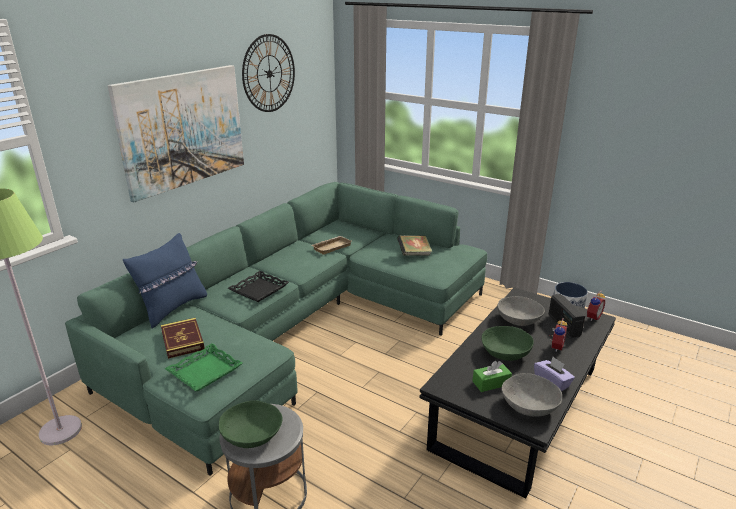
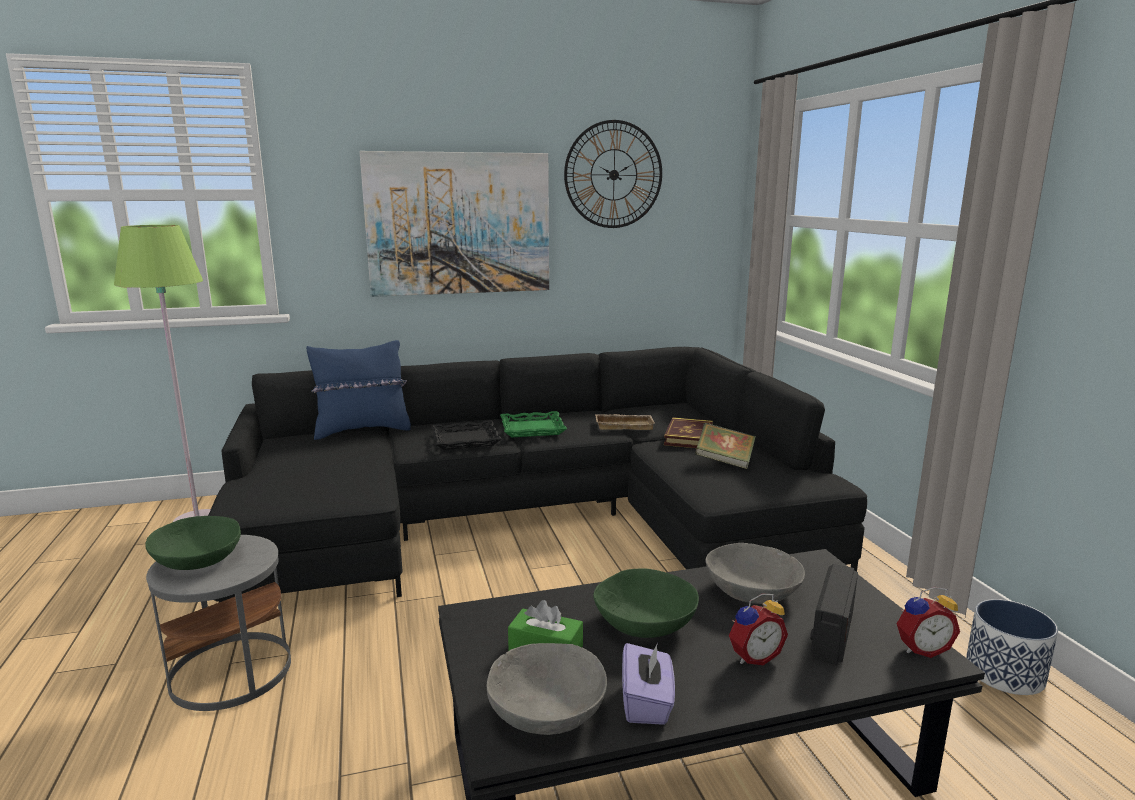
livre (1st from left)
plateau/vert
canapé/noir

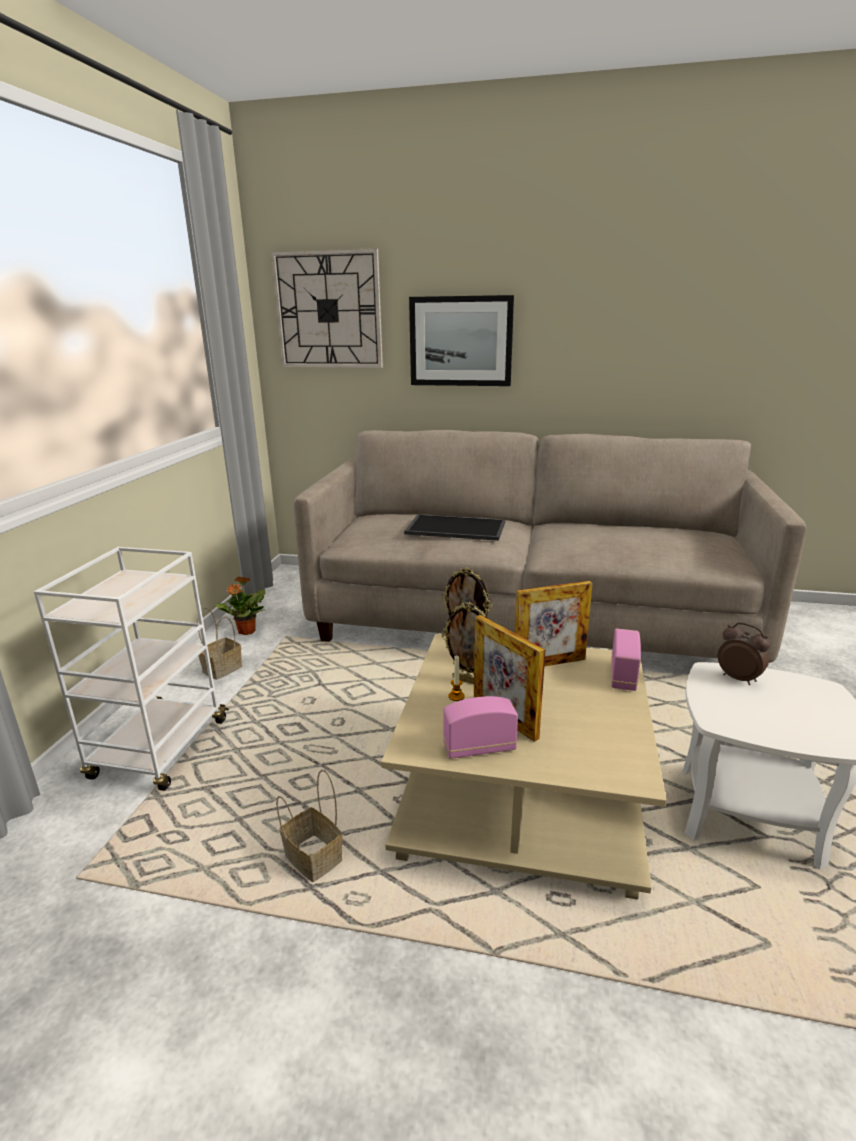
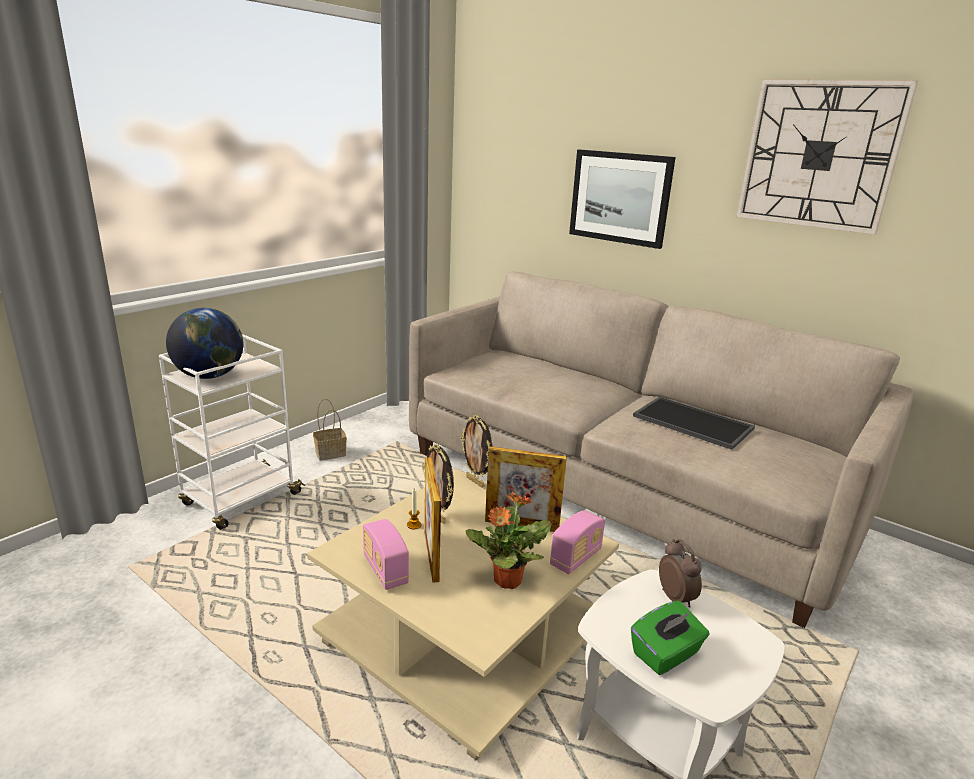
panier (2nd from left in the first image)
globe
boîte à mouchoirs/vert
plante en pot
horloge murale
plateau
radio (1st from left)

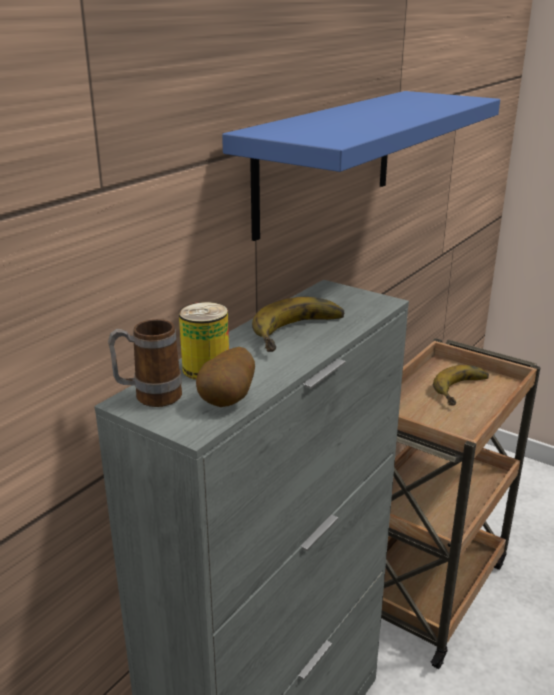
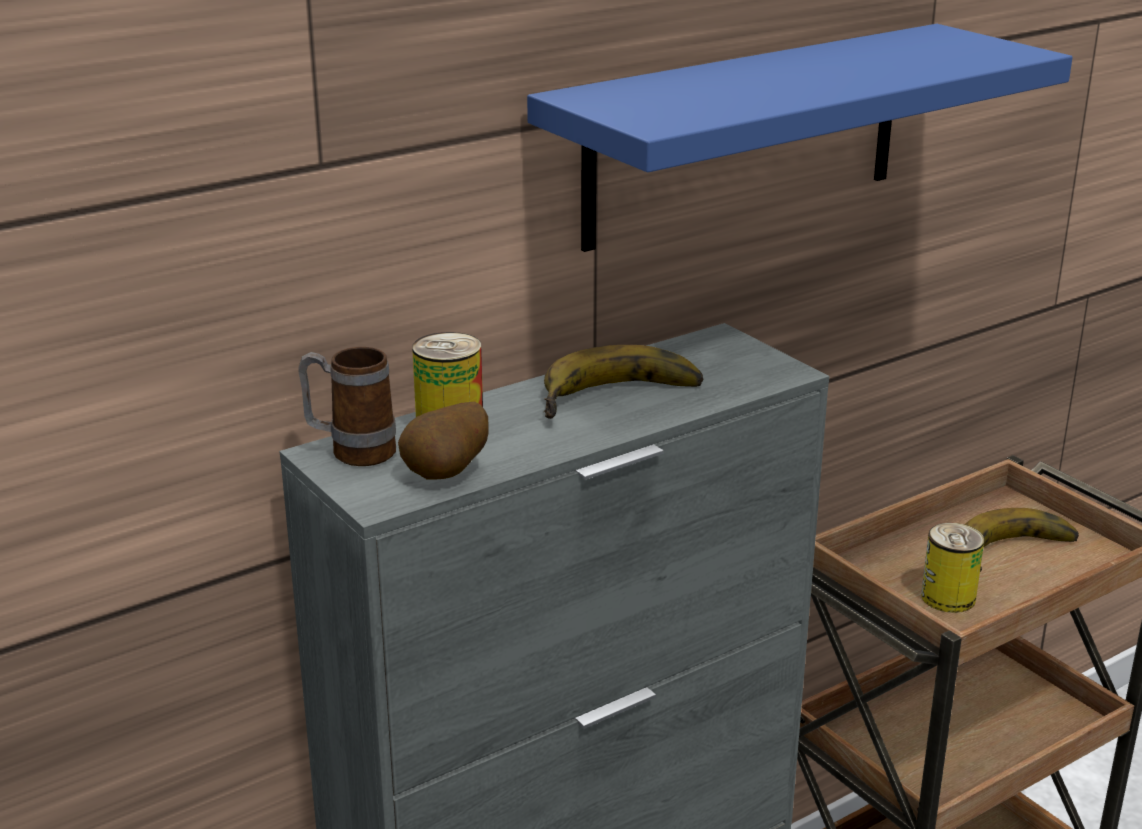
boîte métallique (2nd from left)

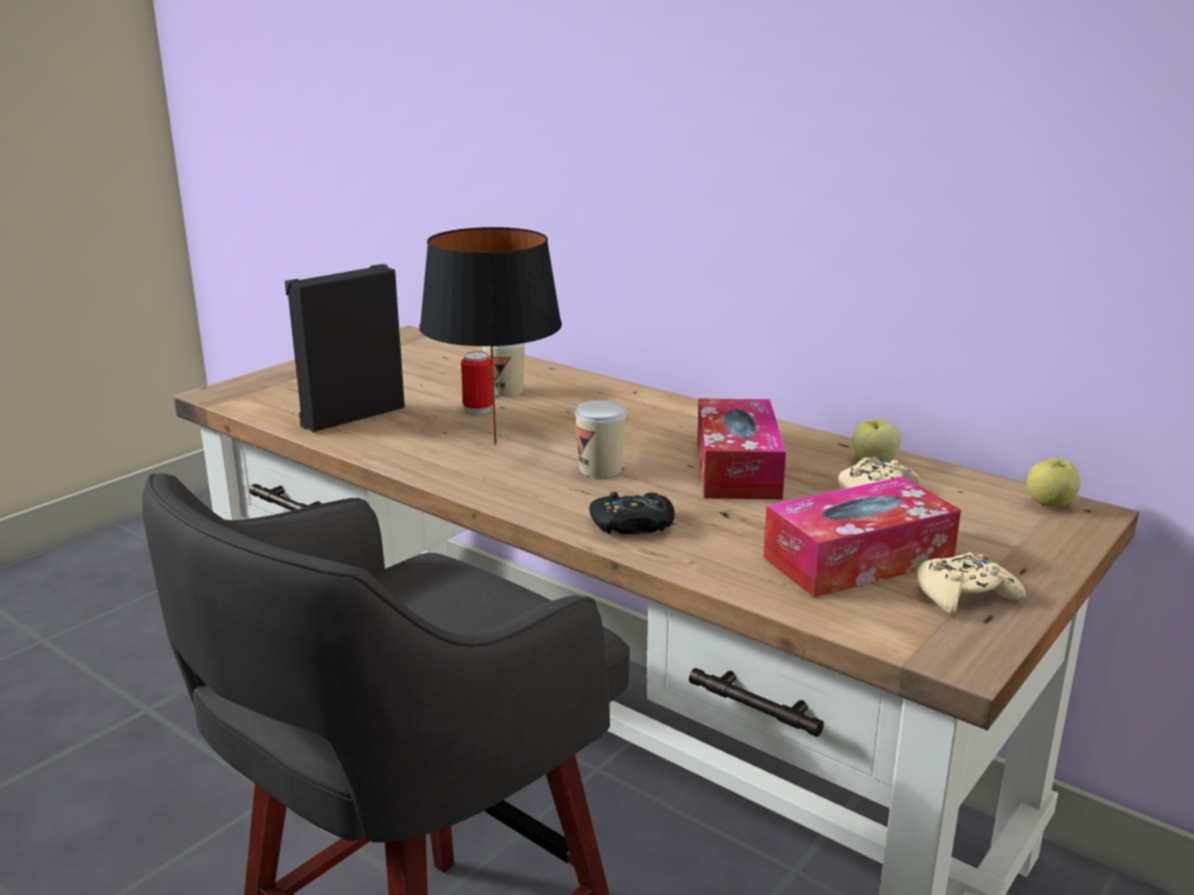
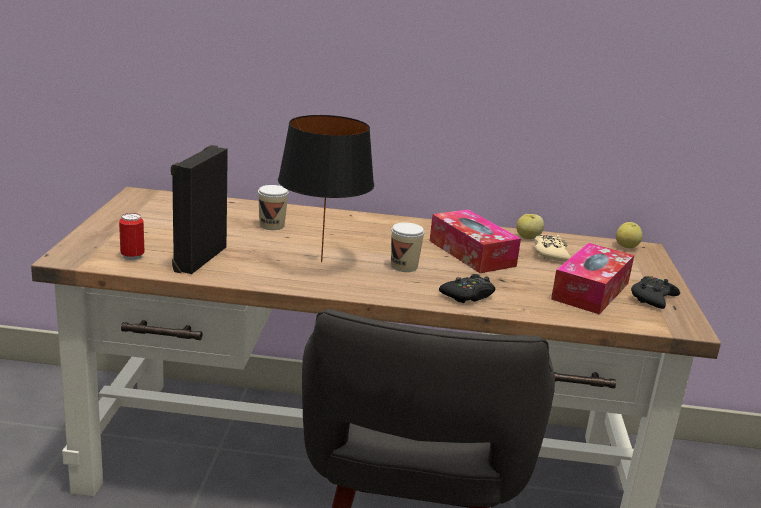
boîte métallique
manette/noir (2nd from left)

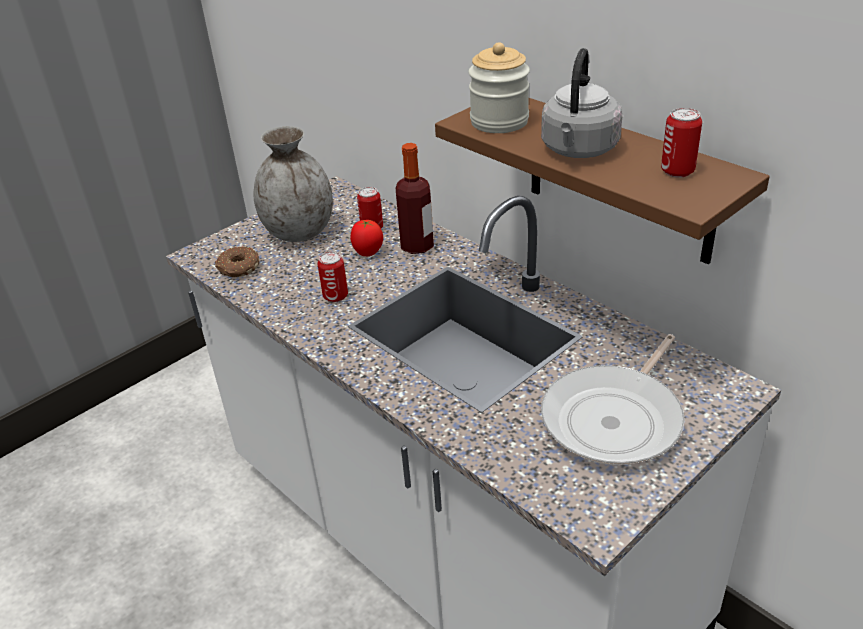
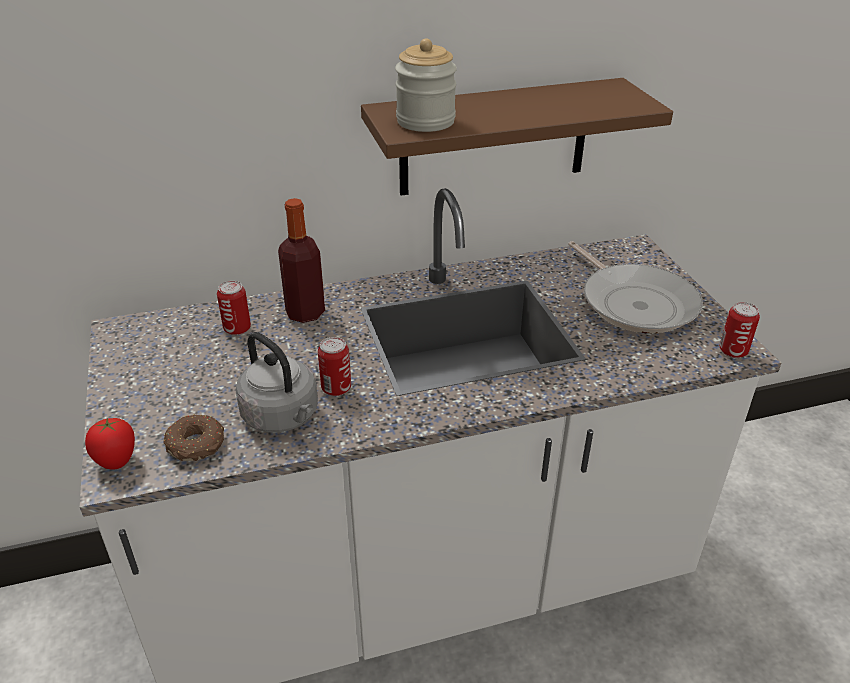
vase/gris
tomate
bouilloire/gris
boîte métallique (3rd from left)

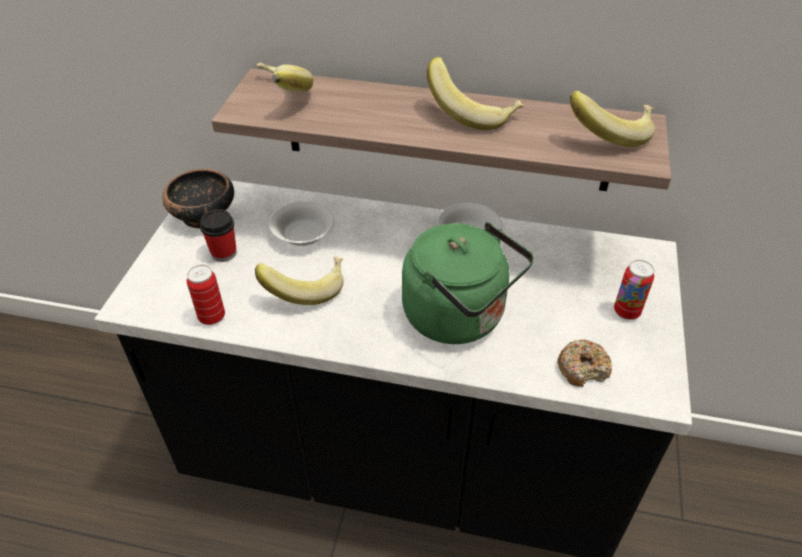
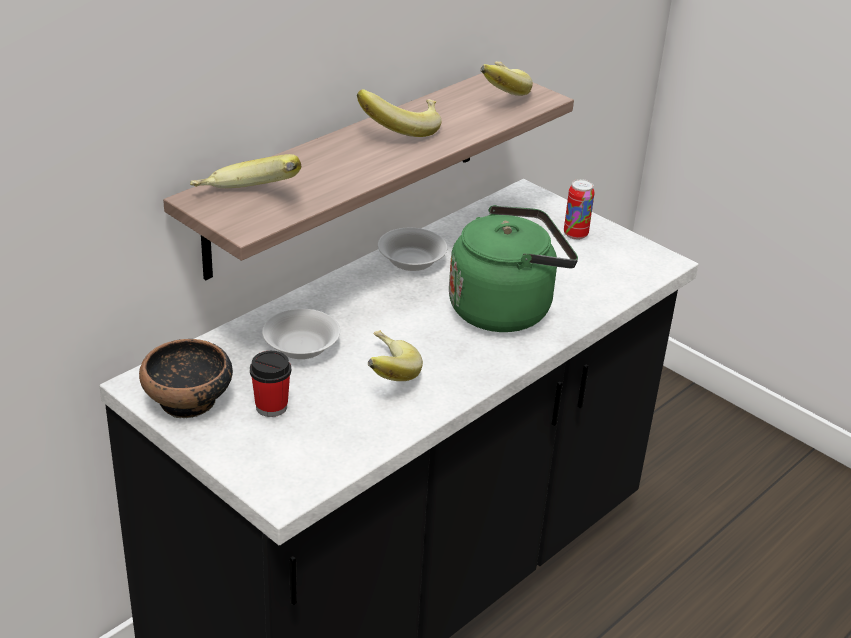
boîte métallique (1st from left in the first image)
beignet

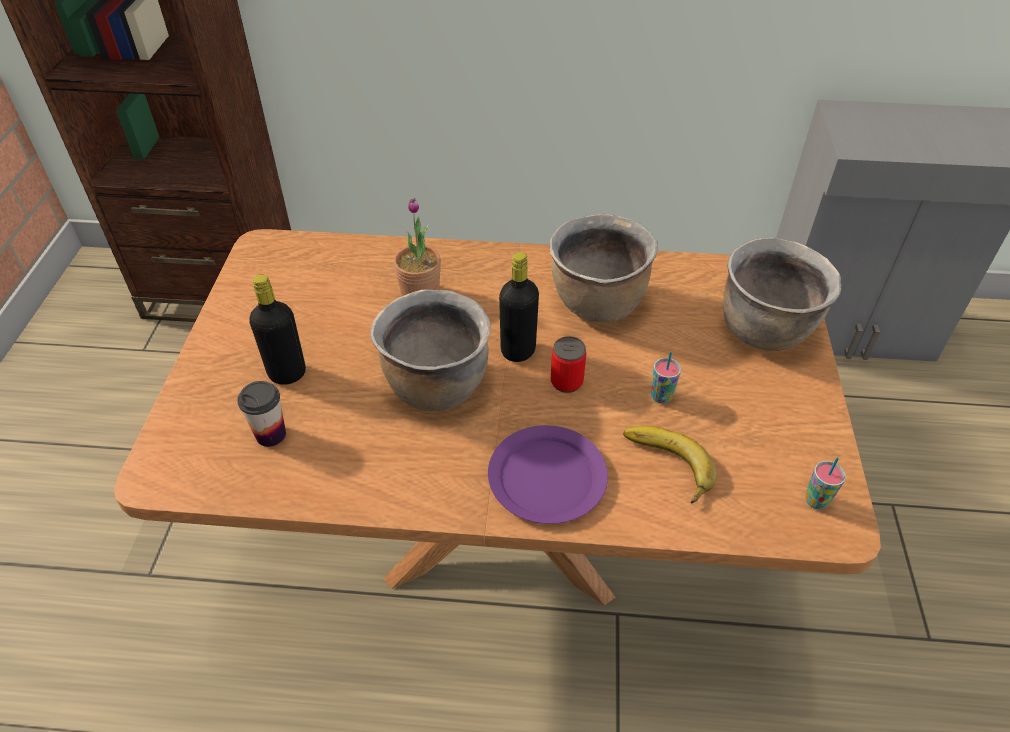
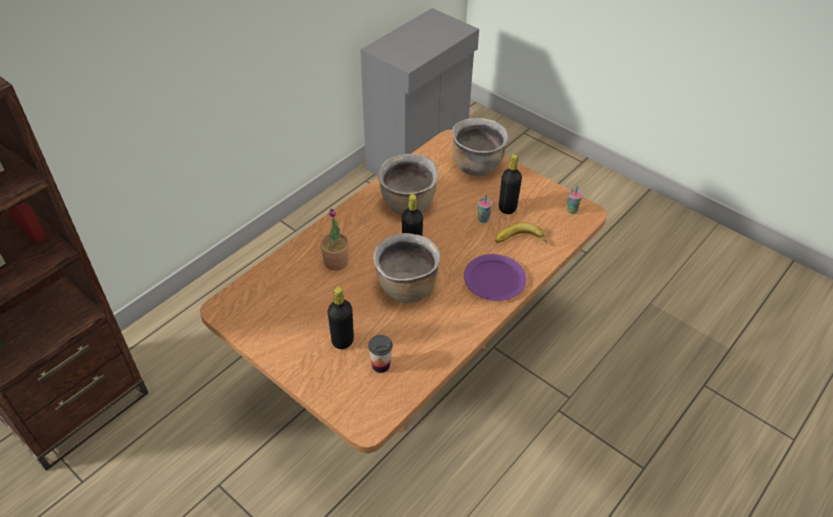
boîte métallique
bouteille/noir (3rd from left)

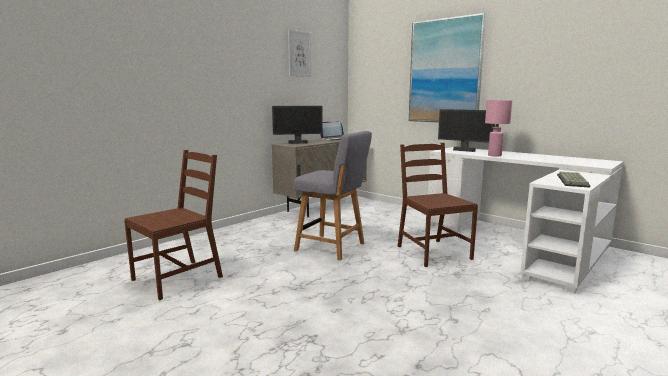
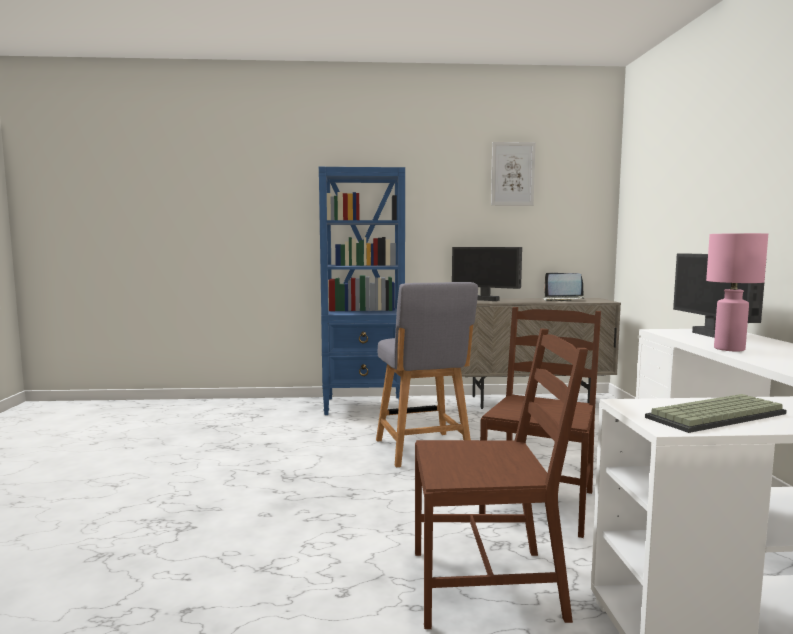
tableau (2nd from left in the first image)
bibliothèque/bleu
chaise/marron (1st from left)

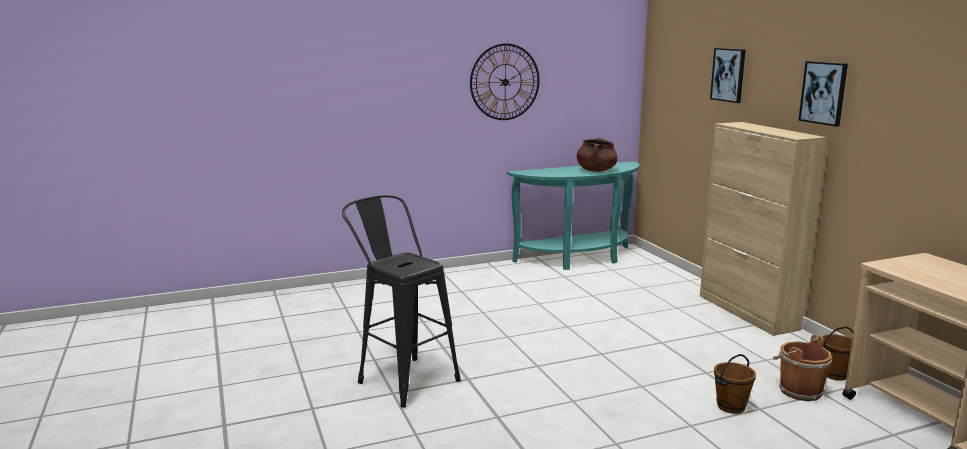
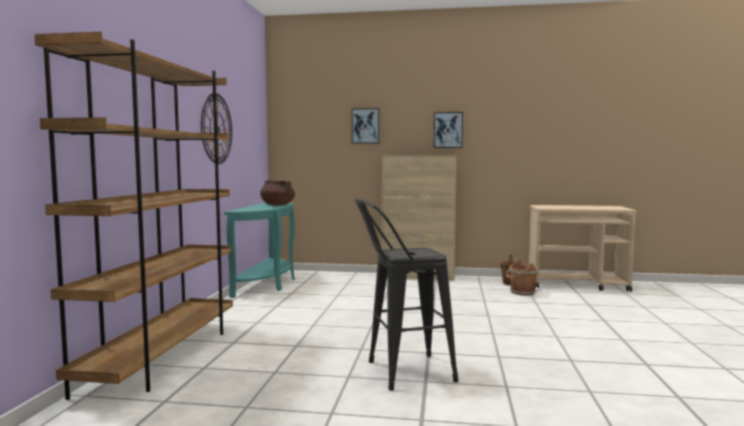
seau/marron (1st from left in the first image)
bibliothèque/marron

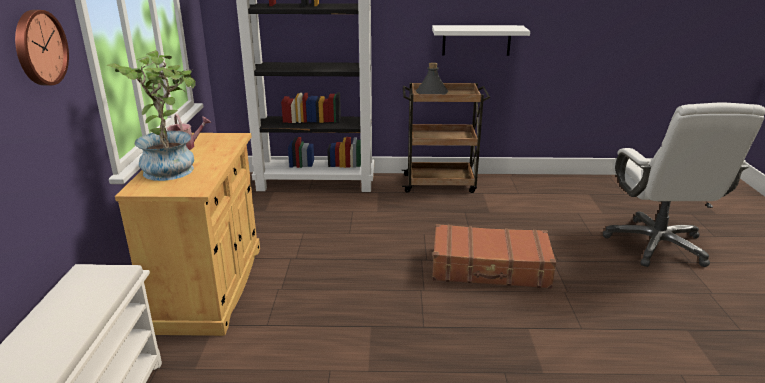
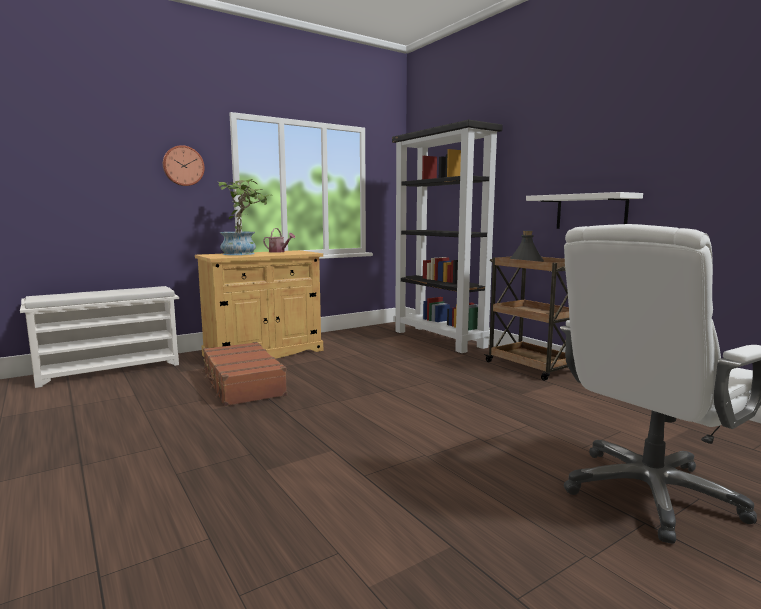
valise/marron

